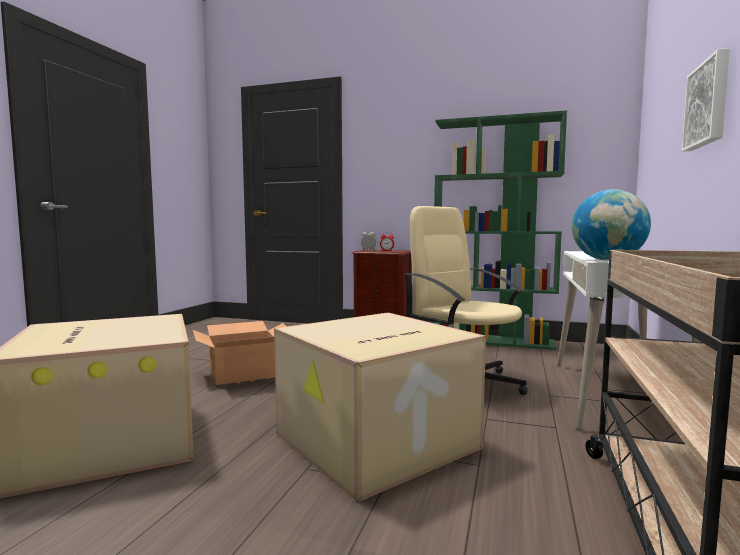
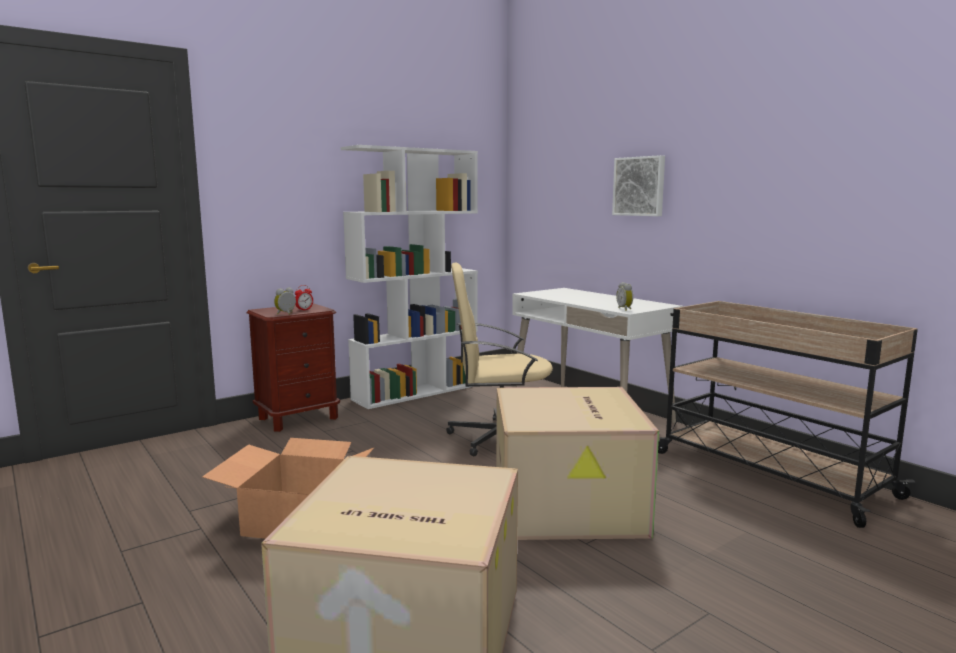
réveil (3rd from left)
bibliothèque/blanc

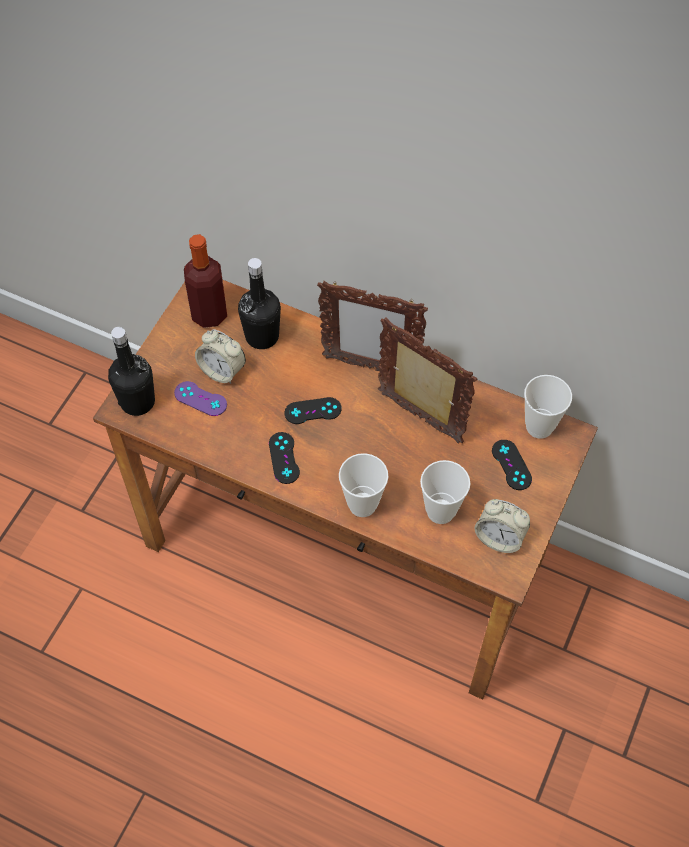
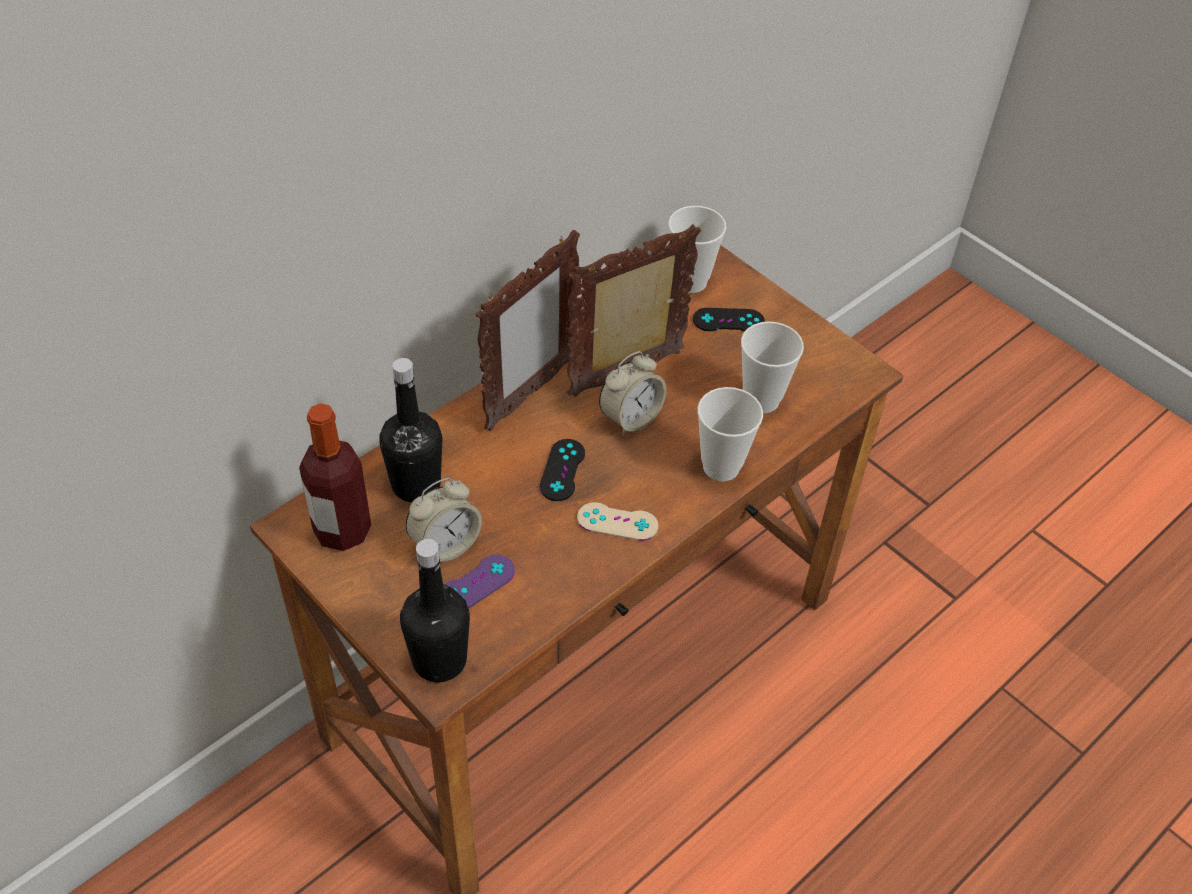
réveil (2nd from left)
manette/beige

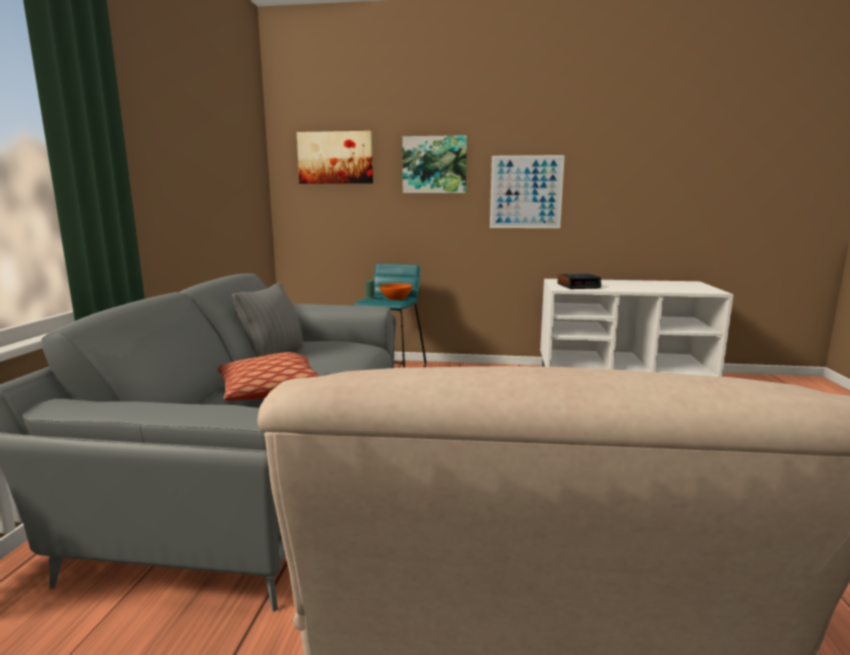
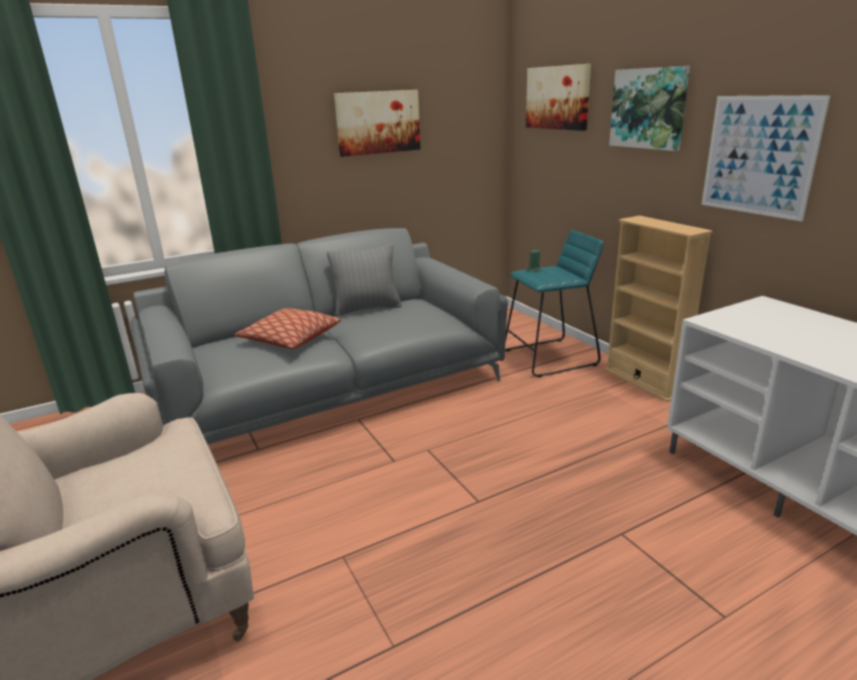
bol/orange
réveil
tableau (1st from left)
bibliothèque/beige

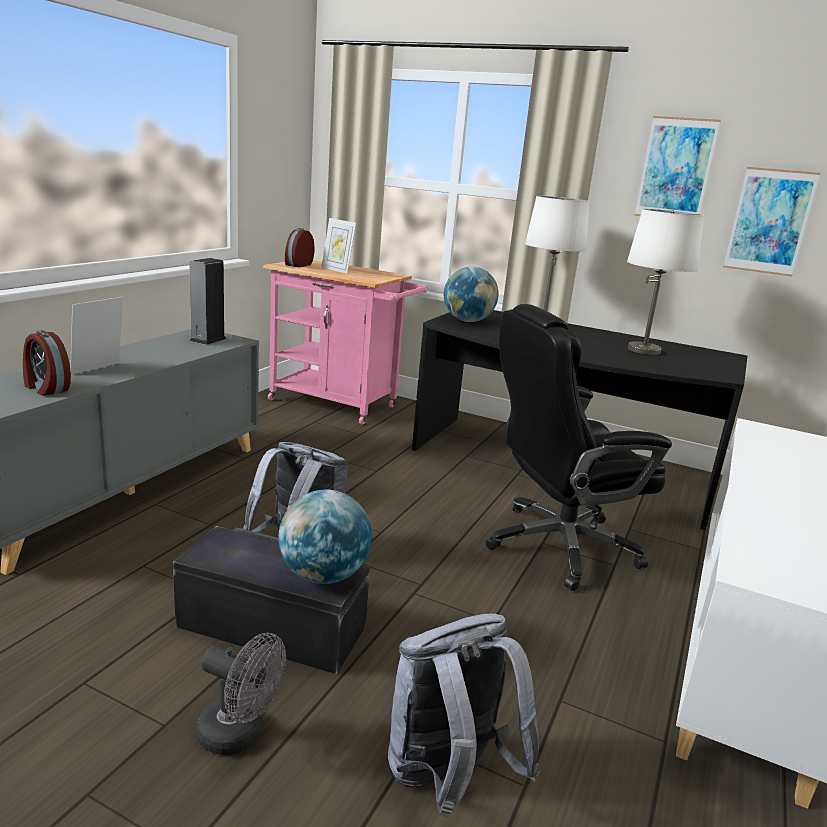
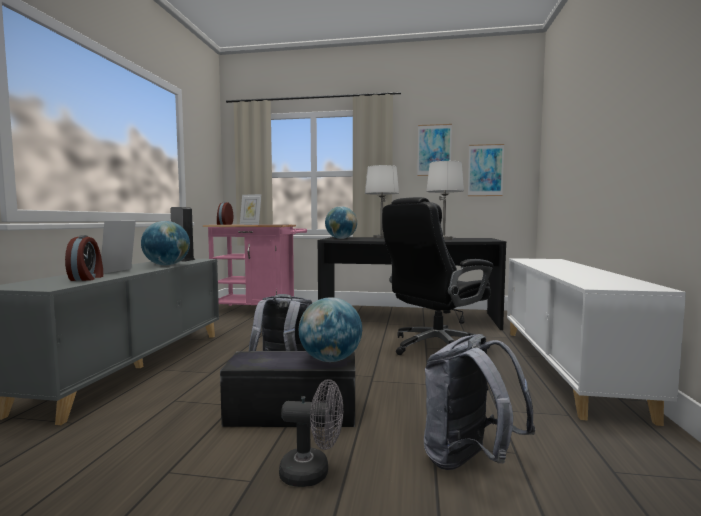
globe (1st from left)
réveil (1st from left)

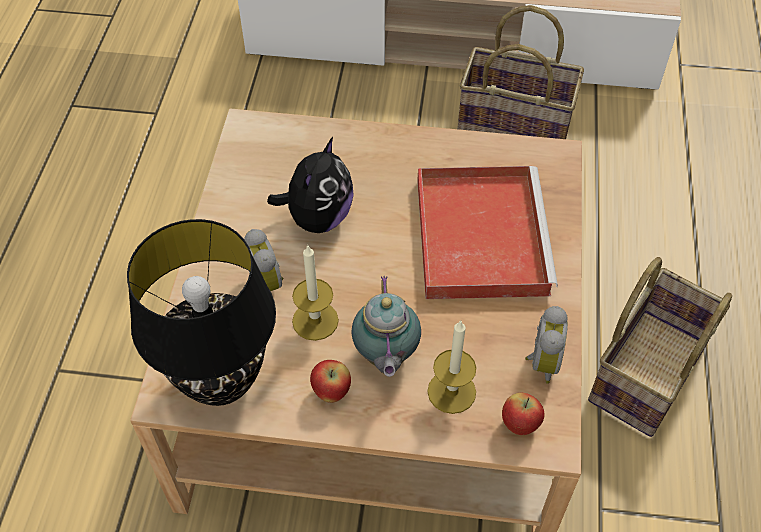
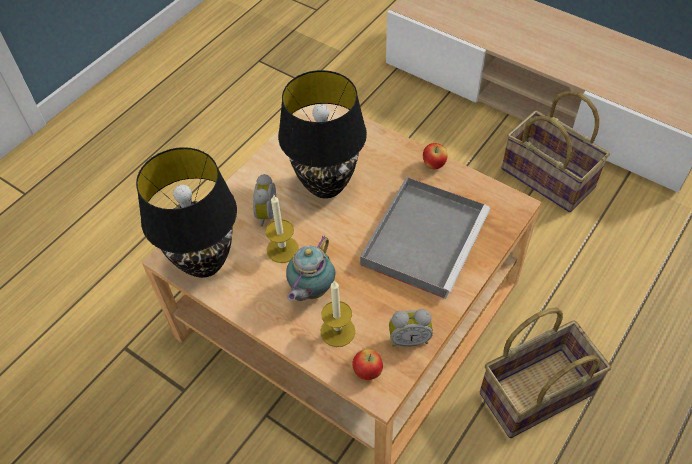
pomme (2nd from left)
lampe de table/noir (2nd from left)
plateau/gris
réveil (2nd from left)

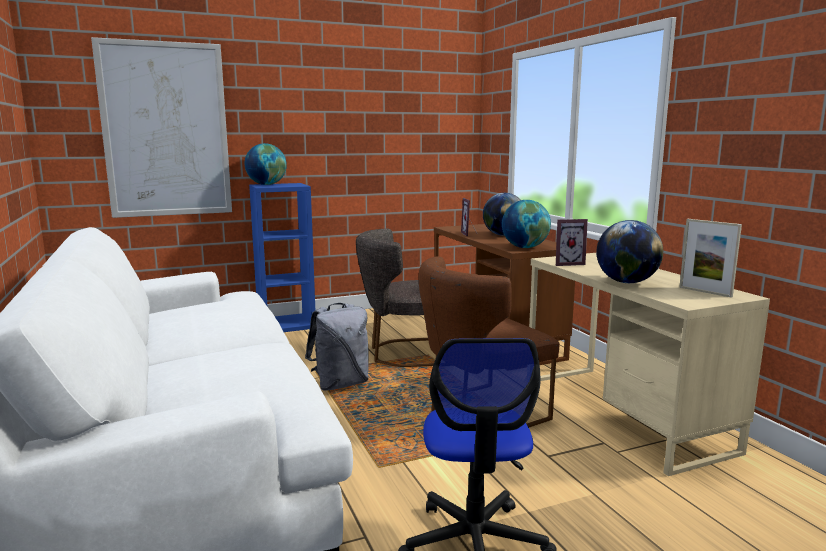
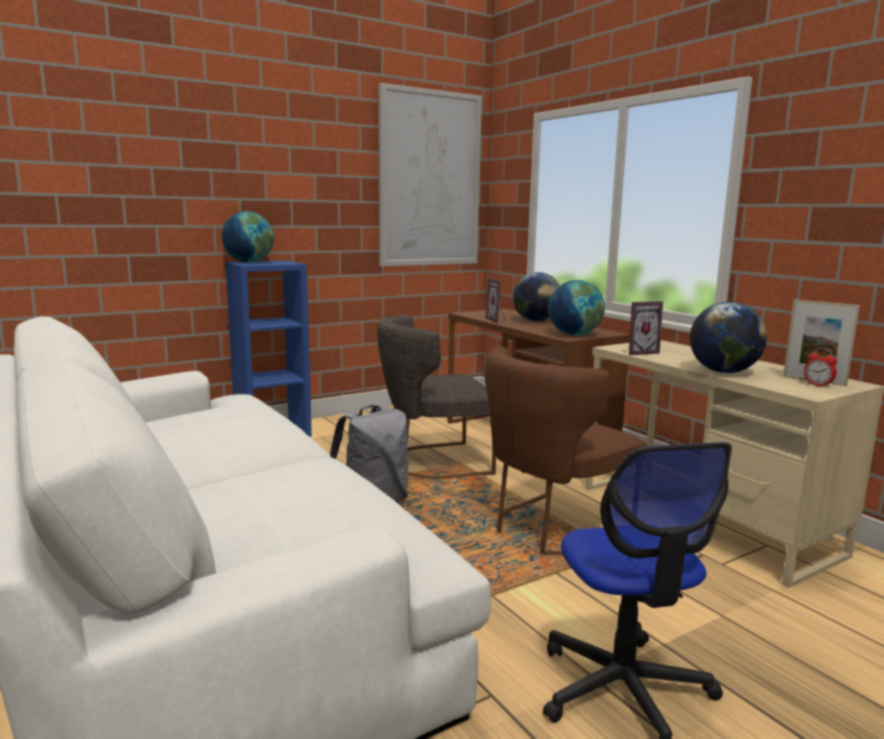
réveil
tableau

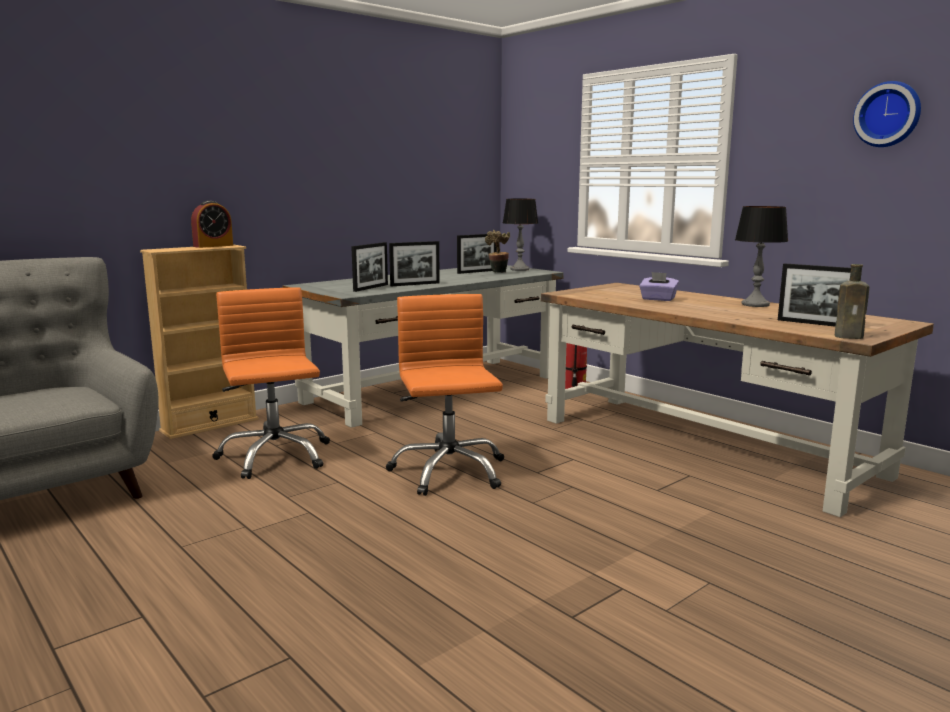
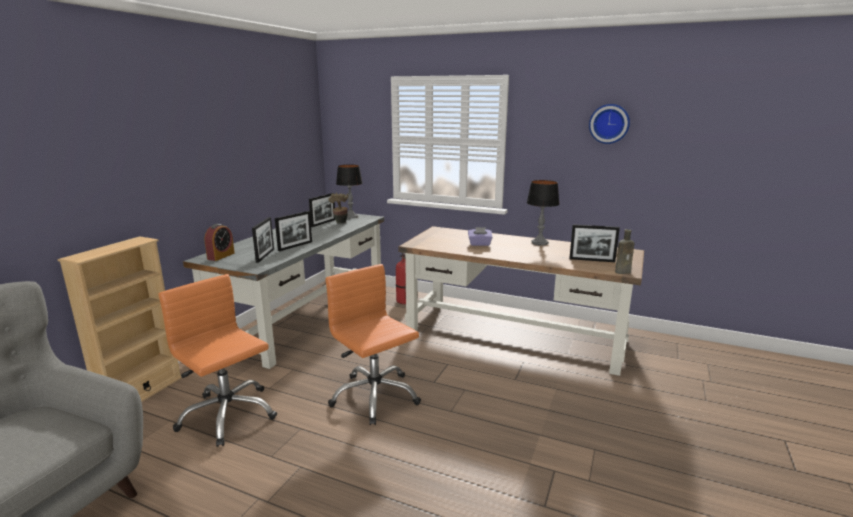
réveil

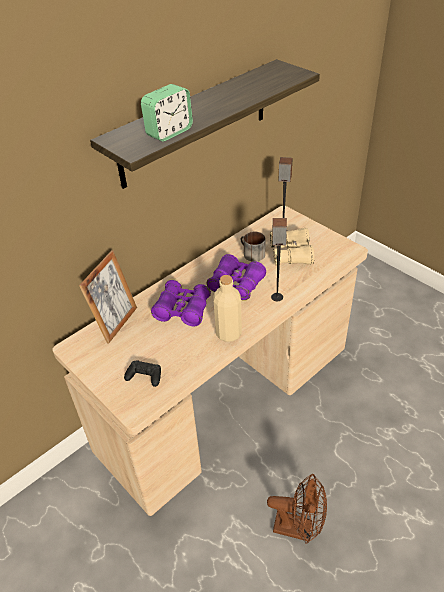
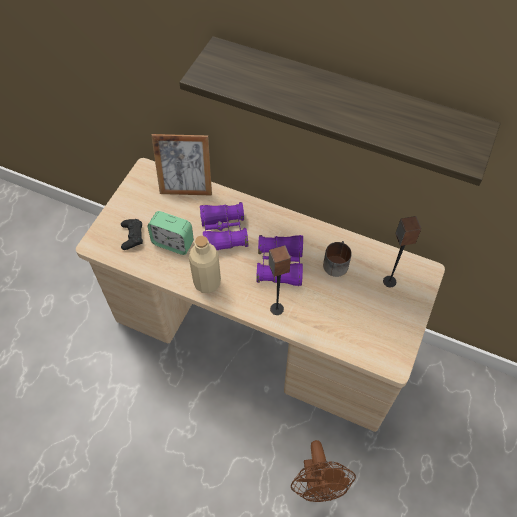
jumelles/beige
réveil
ventilateur/marron

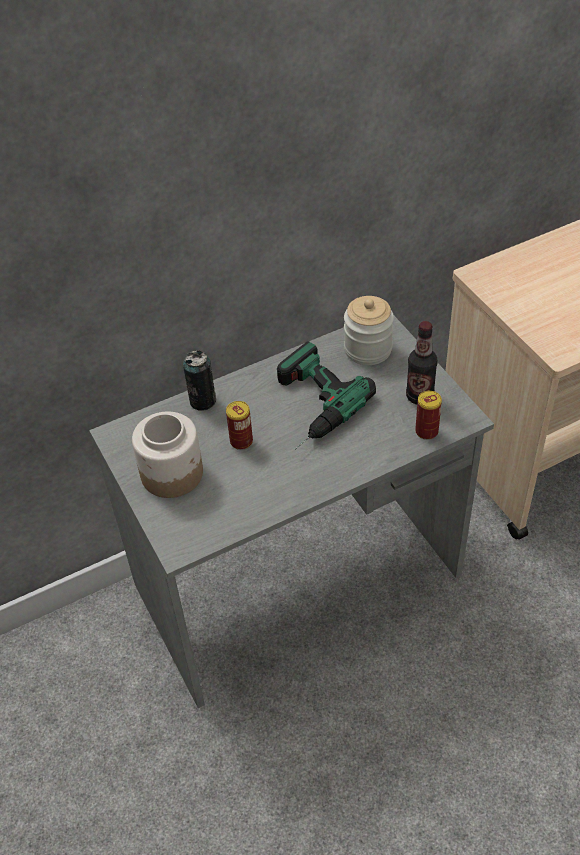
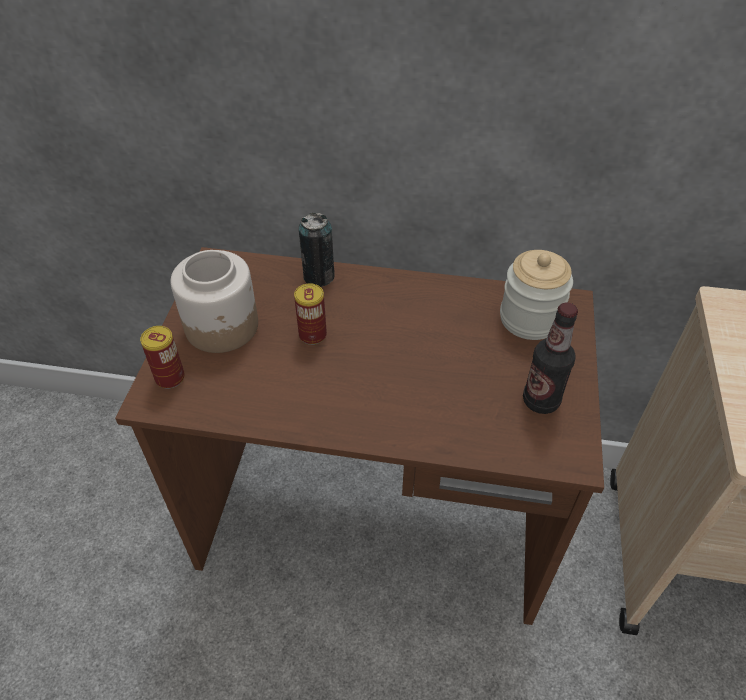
perceuse
boîte métallique (1st from left)
bureau/marron

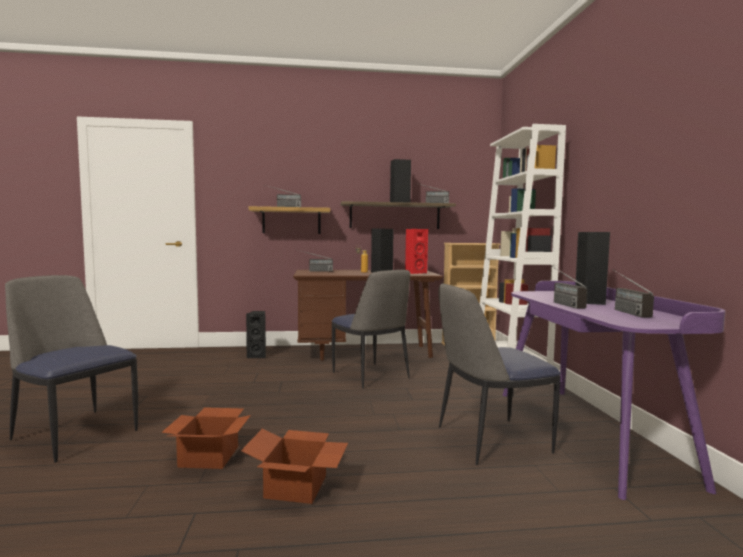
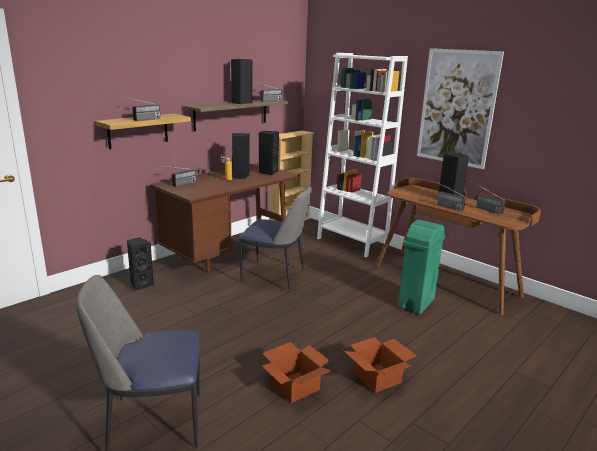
tableau
poubelle/vert
enceinte/noir (4th from left)
bureau/marron (2nd from left)

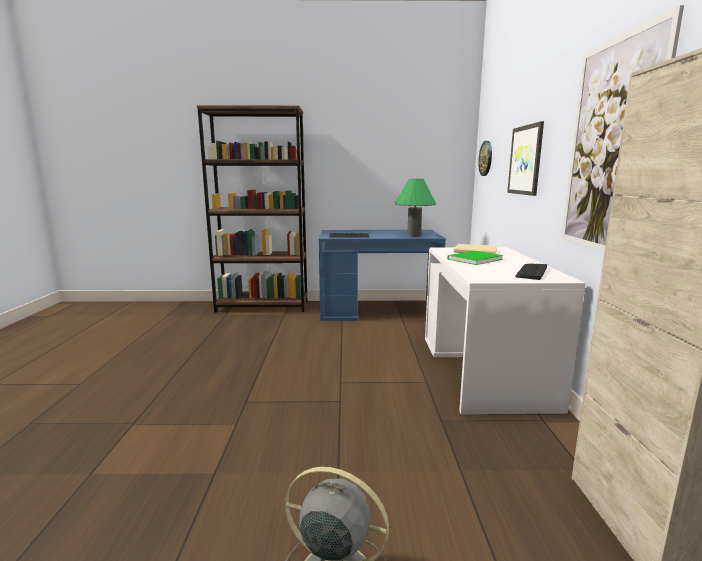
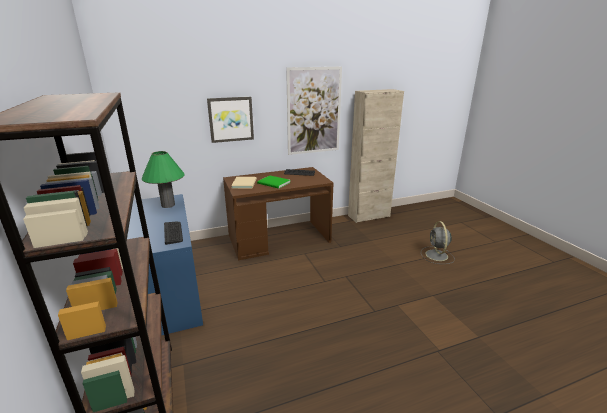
horloge murale
bureau/marron

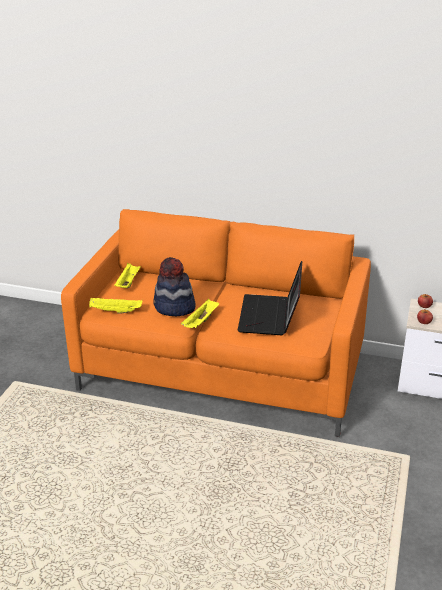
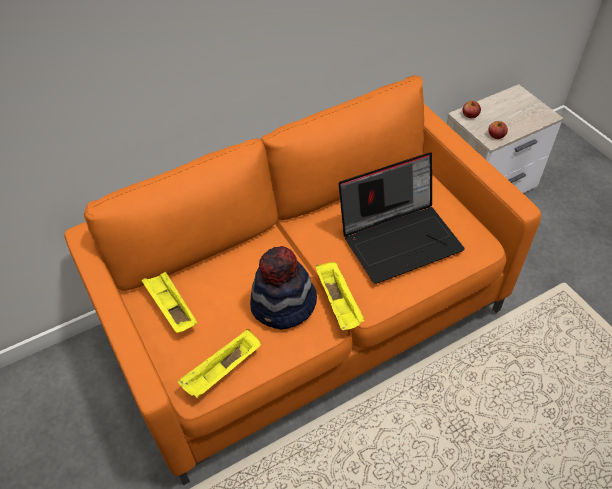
ordinateur portable

